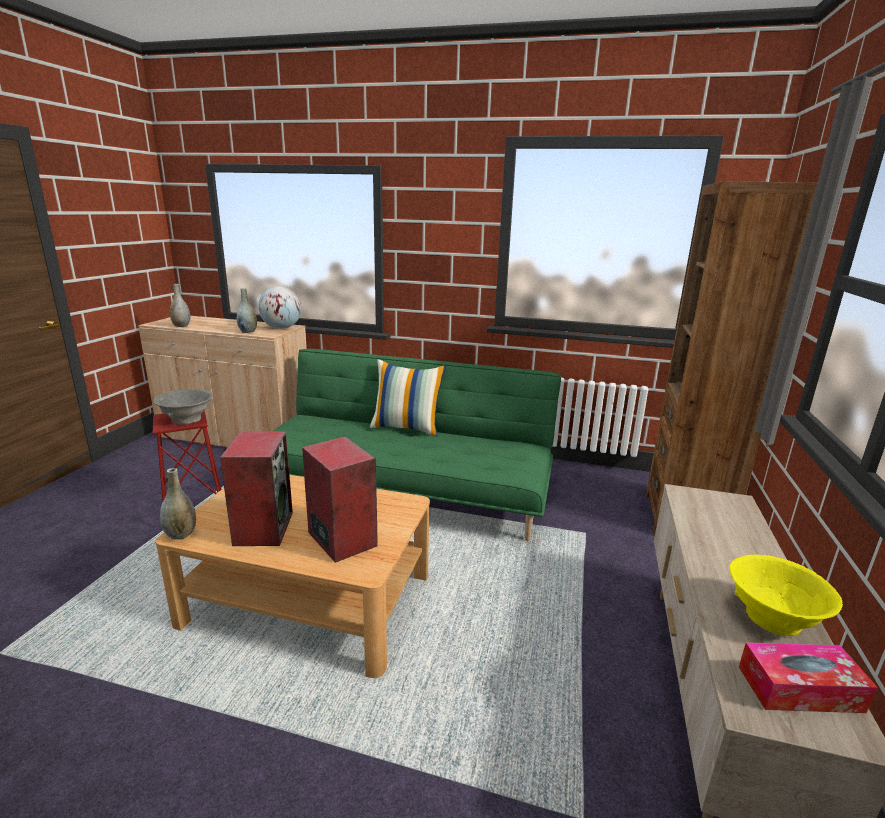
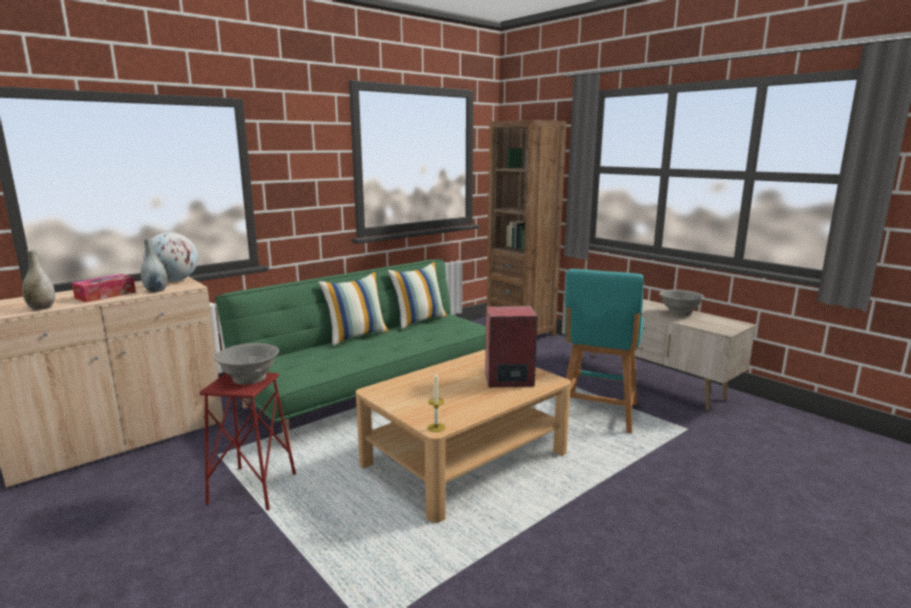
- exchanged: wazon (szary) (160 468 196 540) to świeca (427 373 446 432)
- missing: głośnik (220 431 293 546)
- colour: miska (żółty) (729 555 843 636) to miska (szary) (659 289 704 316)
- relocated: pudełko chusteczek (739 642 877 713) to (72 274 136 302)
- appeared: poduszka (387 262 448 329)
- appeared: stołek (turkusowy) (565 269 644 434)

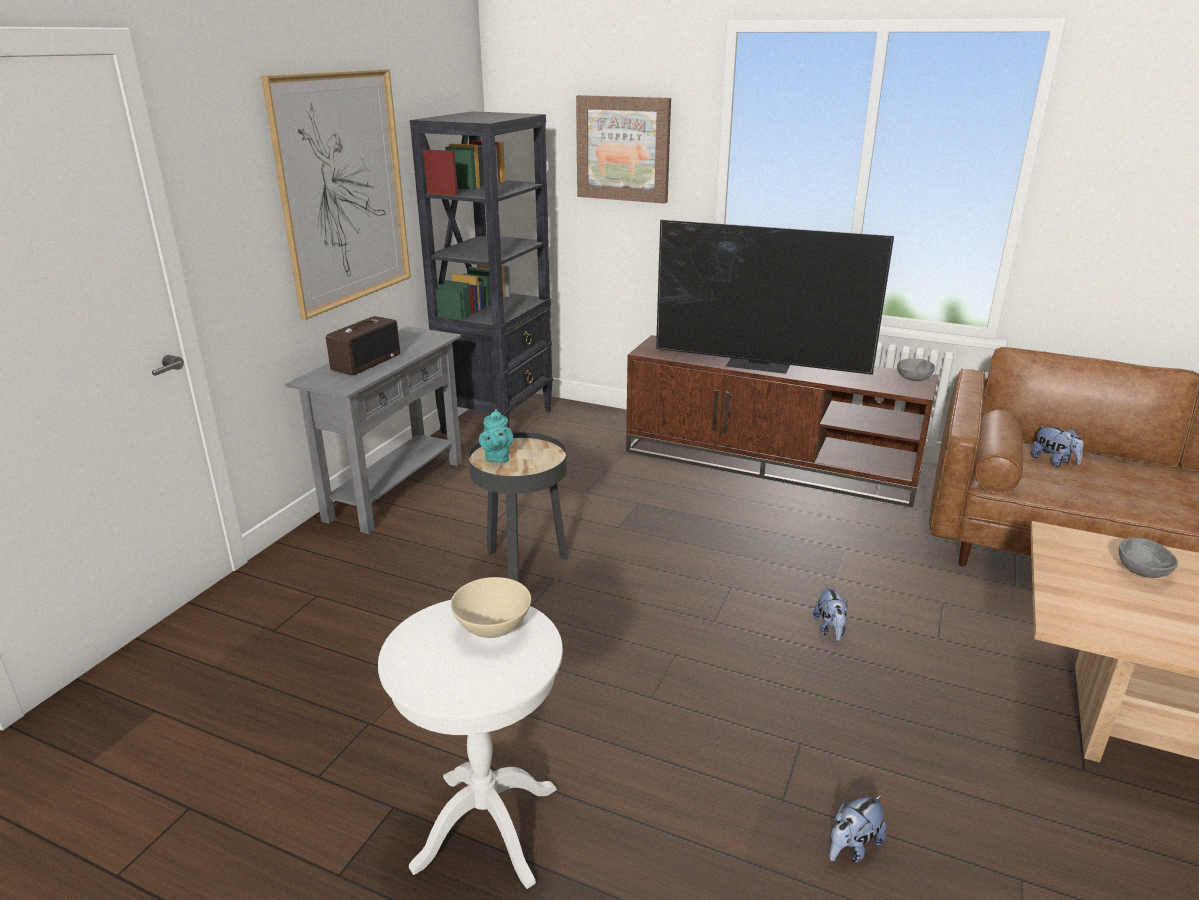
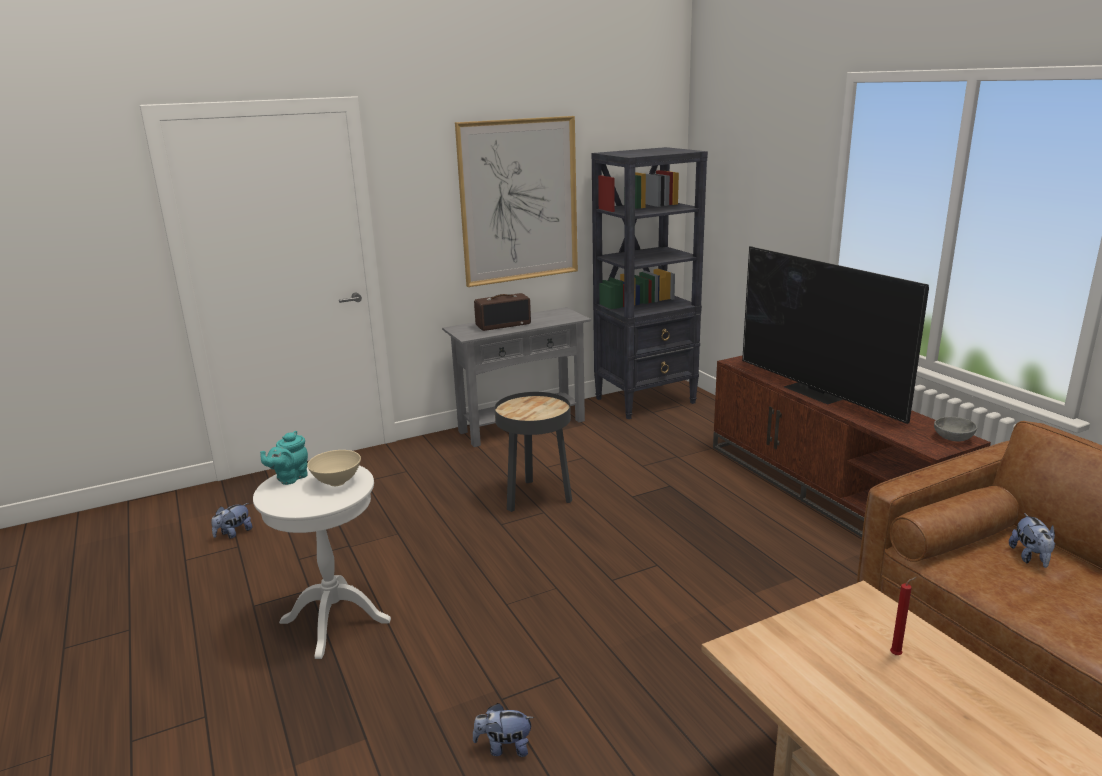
- relocated: imbryk (turkusowy) (479 409 513 464) to (260 431 308 485)
- missing: obraz (576 95 671 204)
- relocated: pluszak (813 586 848 641) to (211 503 252 539)
- exchanged: miska (szary) (1119 538 1178 578) to świeca (czerwony) (890 577 917 655)

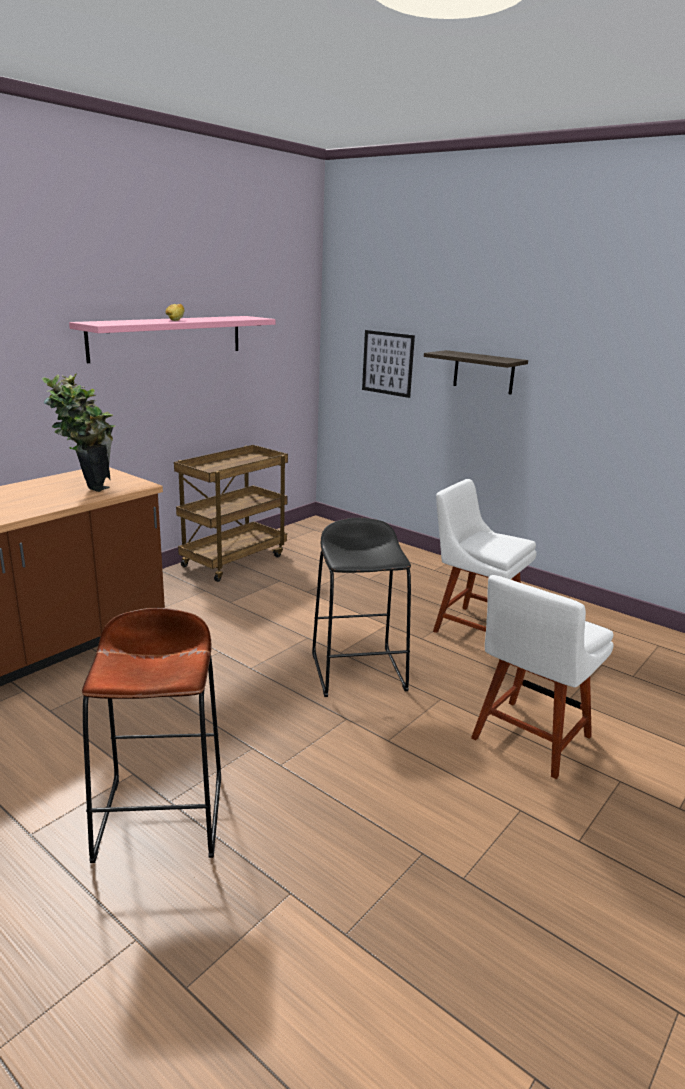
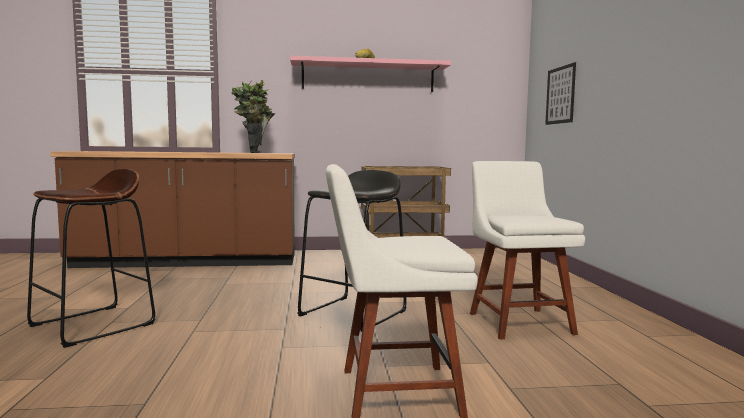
- missing: półka (424 350 528 395)

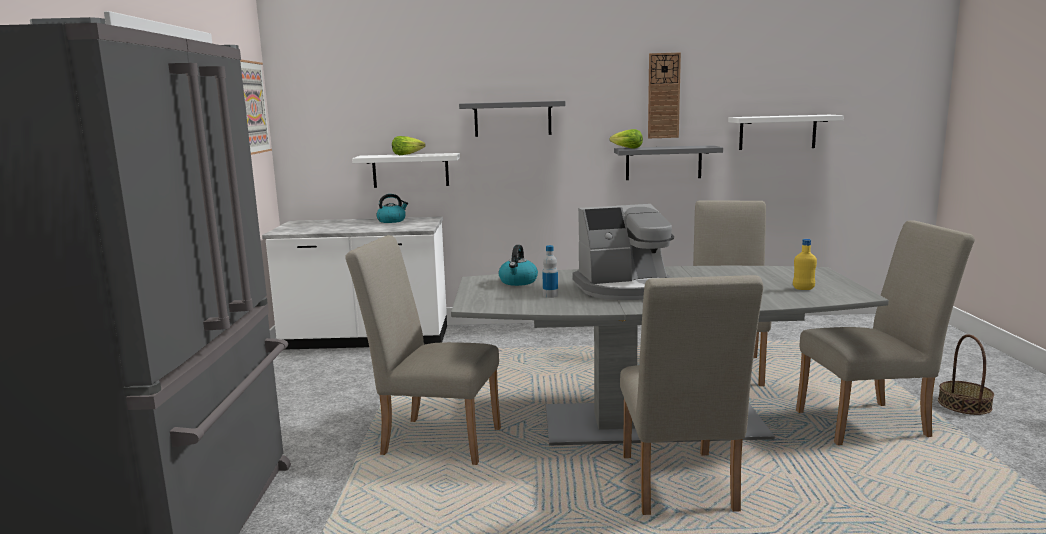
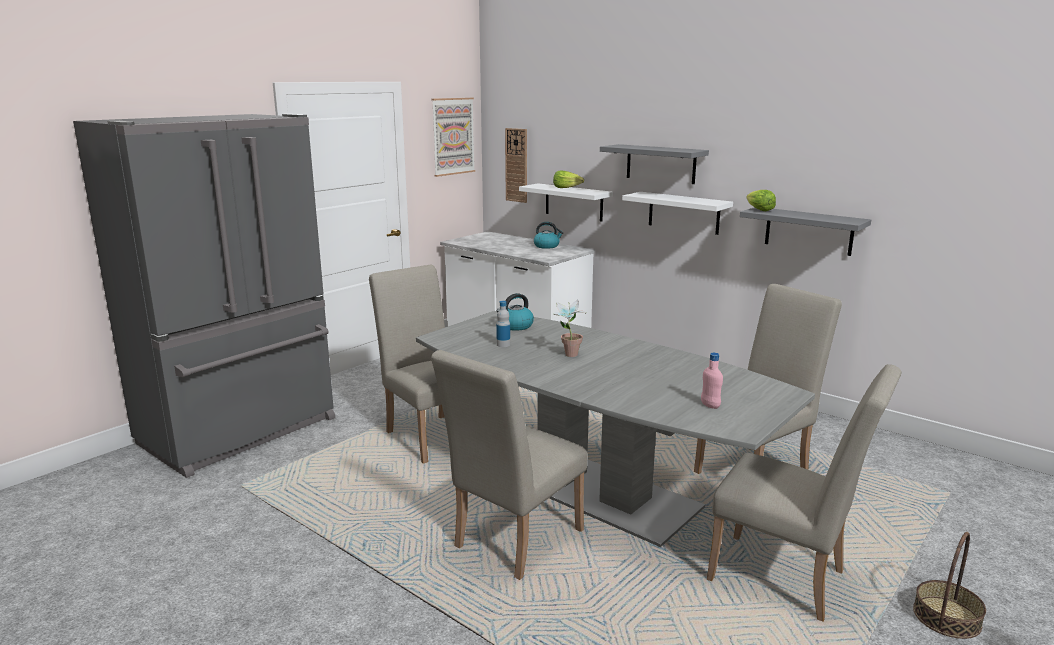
- exchanged: ekspres do kawy (572 204 674 300) to roślina doniczkowa (553 299 587 357)
- relocated: zegar ścienny (648 52 681 138) to (505 128 527 203)
- relocated: półka (biały) (728 115 844 150) to (622 192 733 235)
- colour: butelka (żółty) (793 239 817 290) to butelka (różowy) (701 353 723 409)

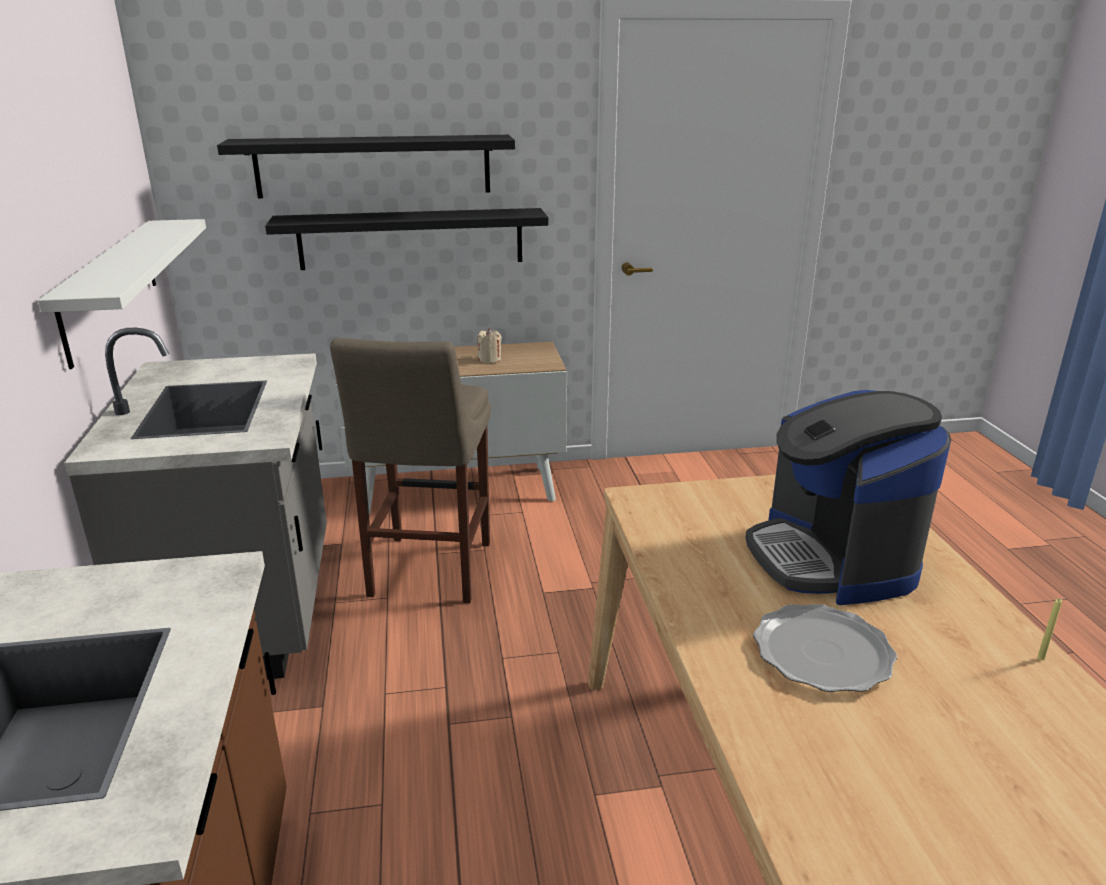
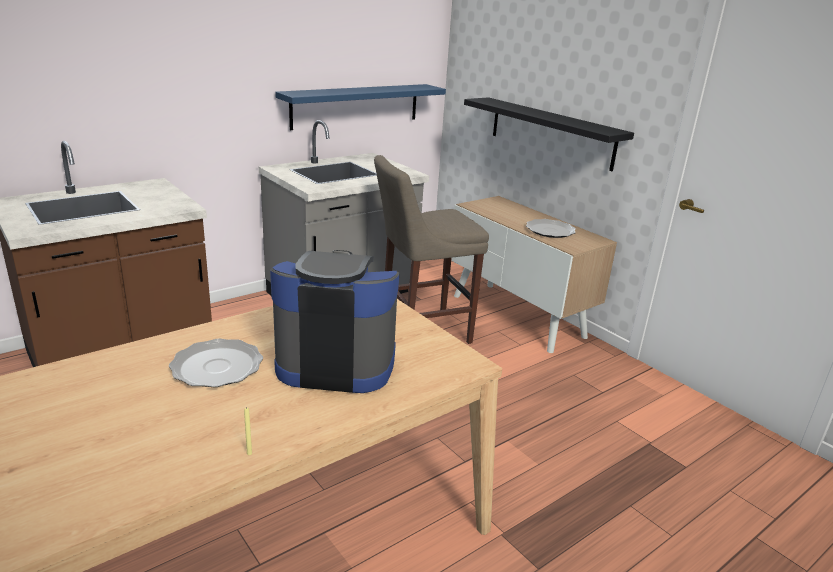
- colour: półka (biały) (38 219 206 369) to półka (niebieski) (275 84 446 130)
- missing: półka (czarny) (217 135 515 198)
- exchanged: świeca (beżowy) (477 328 502 363) to talerz (526 219 576 238)
- spun: ekspres do kawy (745 390 951 605) = (270 250 399 393) 45 degrees clockwise

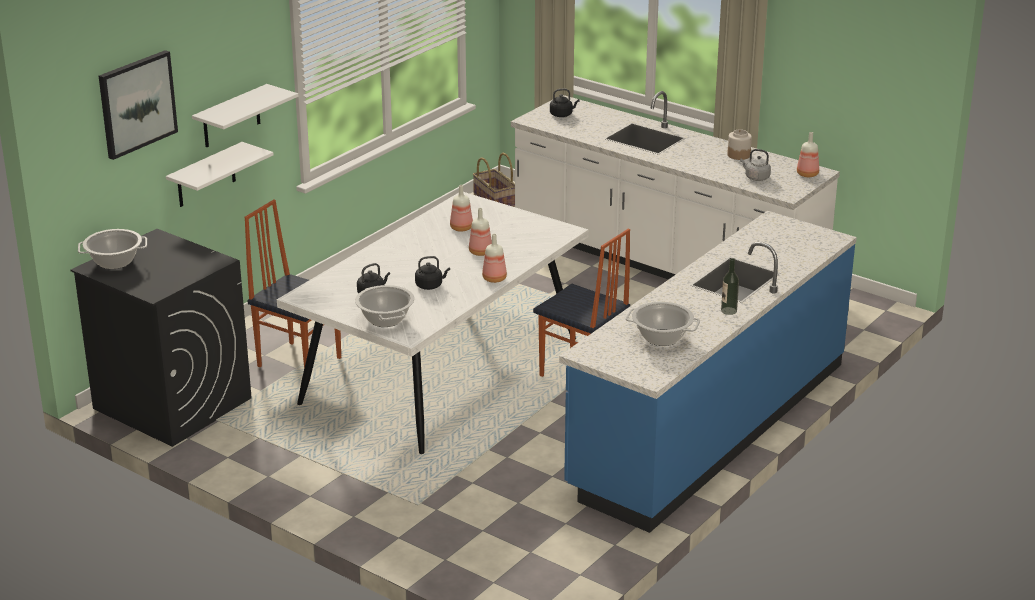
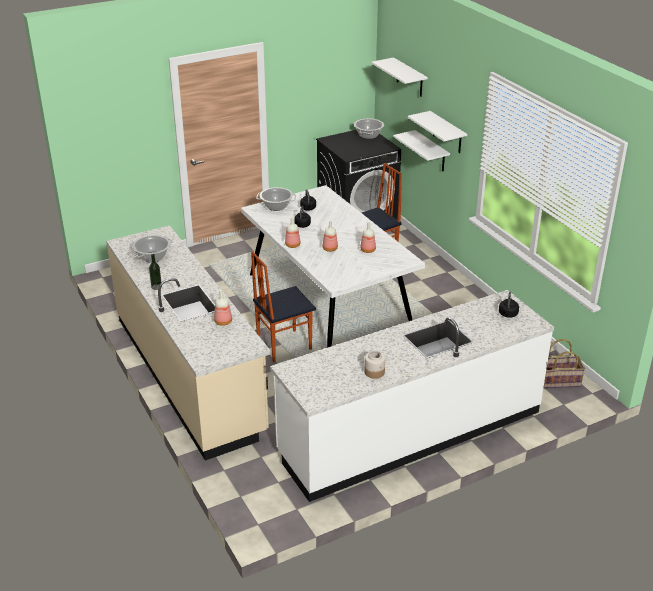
- exchanged: obraz (99 50 178 160) to półka (biały) (372 57 428 97)
- colour: zabudowa kuchenna (niebieski) (559 211 857 533) to zabudowa kuchenna (beżowy) (106 225 271 461)
- missing: czajnik (szary) (740 149 771 181)
- relocated: butelka (797 132 819 177) to (214 291 232 326)

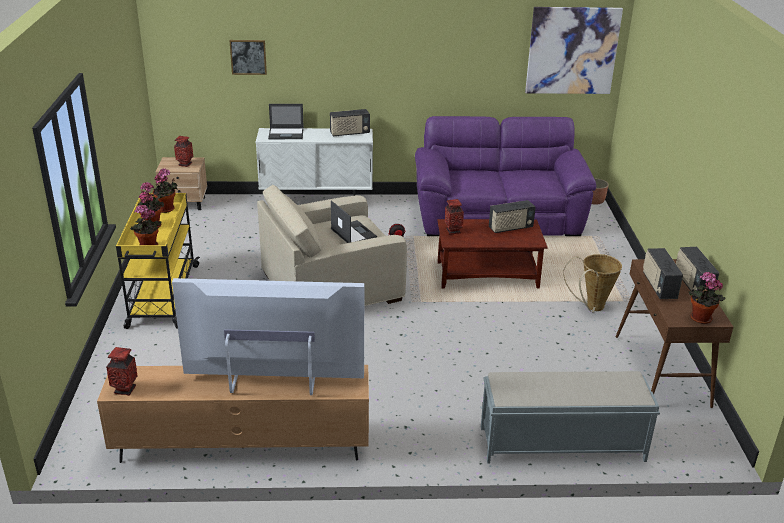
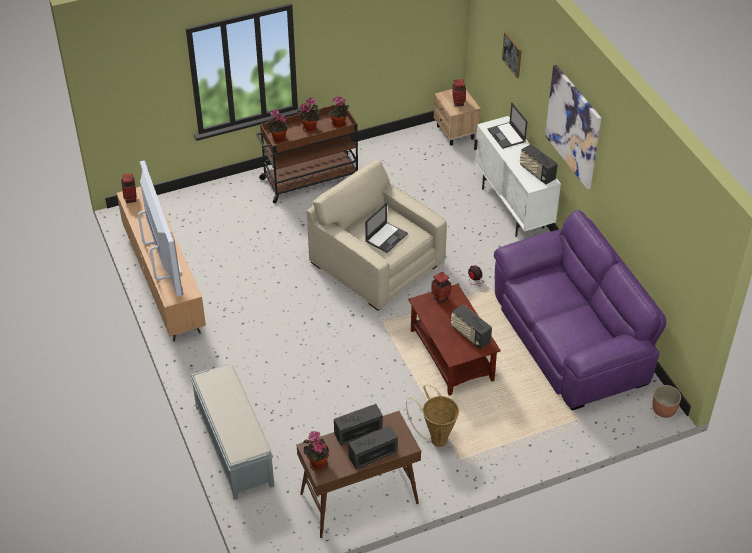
- colour: wózek (żółty) (116 193 200 329) to wózek (brązowy) (256 104 358 203)
- relocated: obraz (525 7 623 94) to (545 65 601 189)

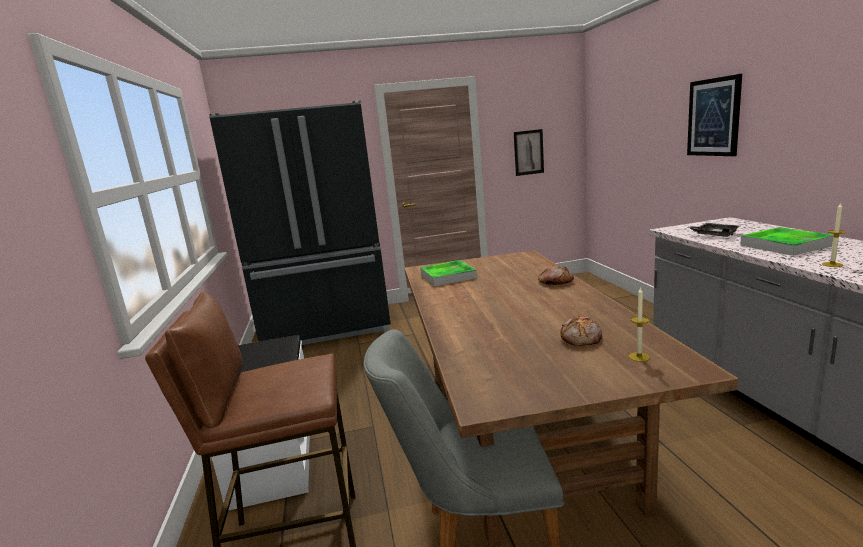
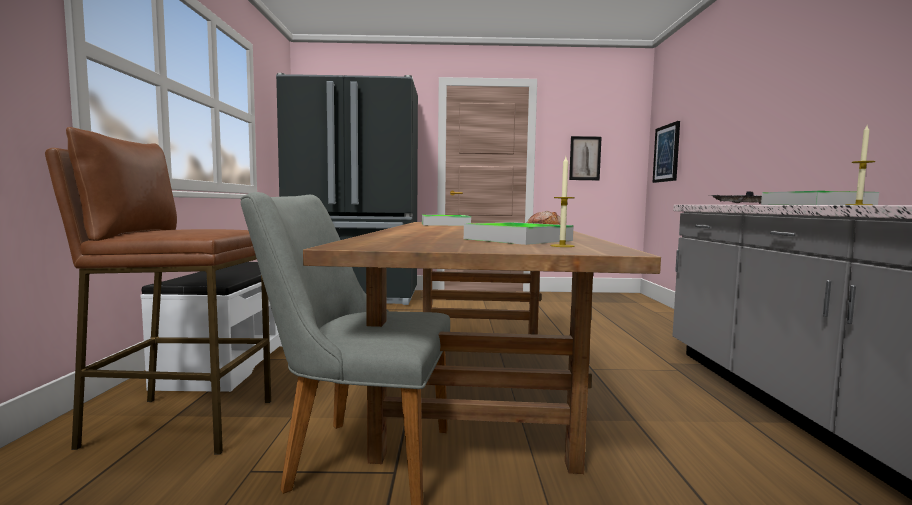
- exchanged: chleb (560 316 602 346) to taca (464 222 573 245)
- relocated: obraz (687 74 742 156) to (652 121 680 183)

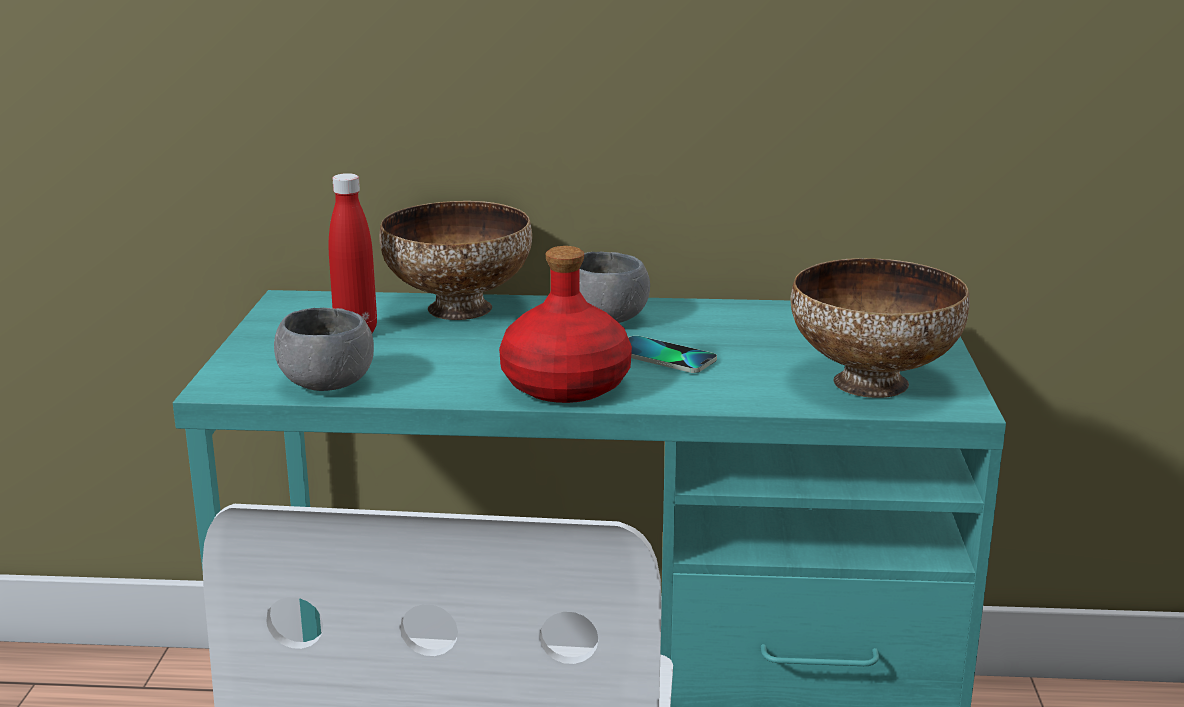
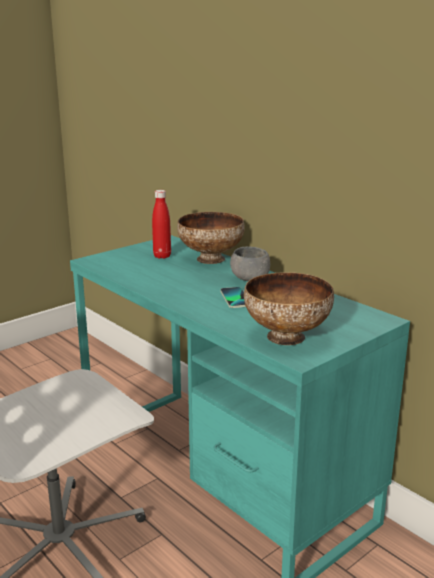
- missing: miska (szary) (274 308 374 391)
- missing: butelka (czerwony) (499 246 632 403)

